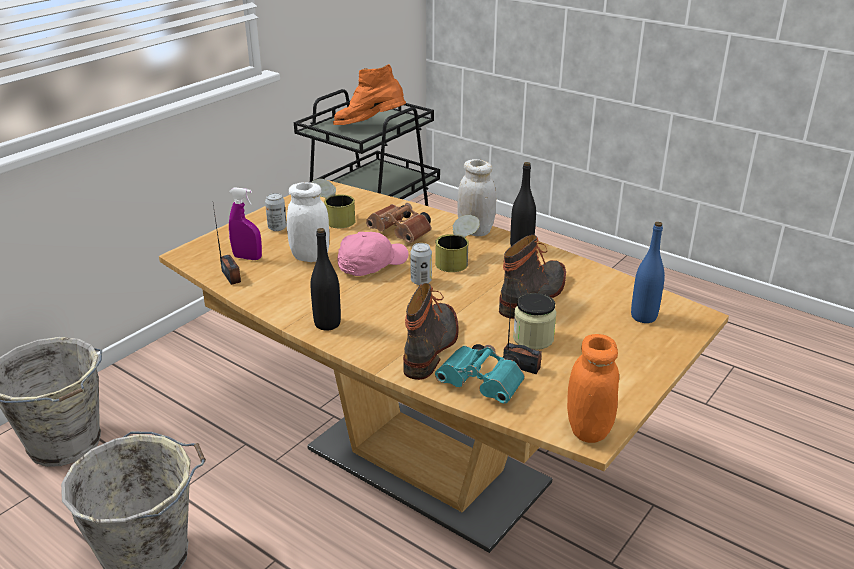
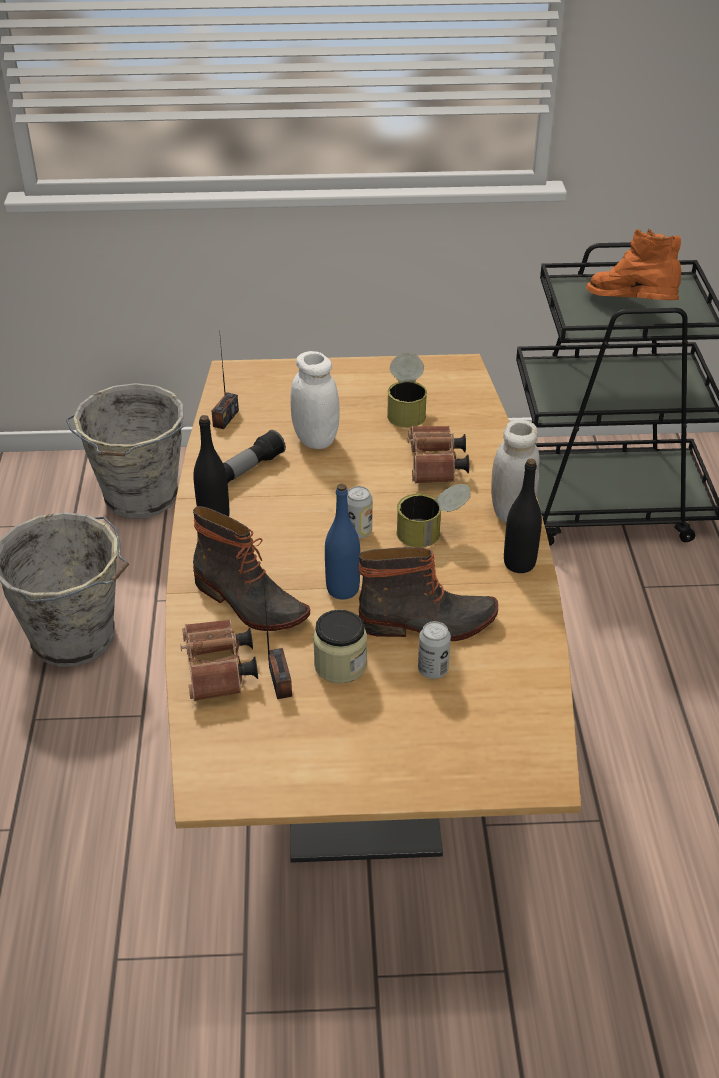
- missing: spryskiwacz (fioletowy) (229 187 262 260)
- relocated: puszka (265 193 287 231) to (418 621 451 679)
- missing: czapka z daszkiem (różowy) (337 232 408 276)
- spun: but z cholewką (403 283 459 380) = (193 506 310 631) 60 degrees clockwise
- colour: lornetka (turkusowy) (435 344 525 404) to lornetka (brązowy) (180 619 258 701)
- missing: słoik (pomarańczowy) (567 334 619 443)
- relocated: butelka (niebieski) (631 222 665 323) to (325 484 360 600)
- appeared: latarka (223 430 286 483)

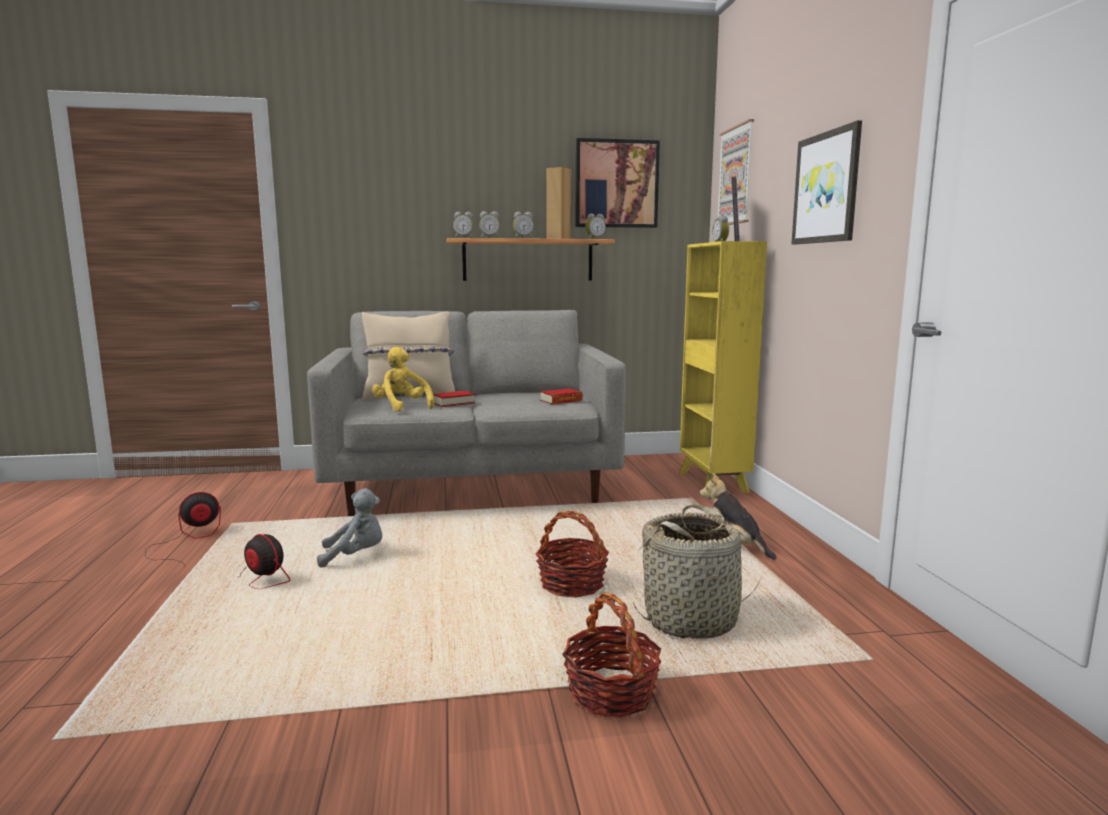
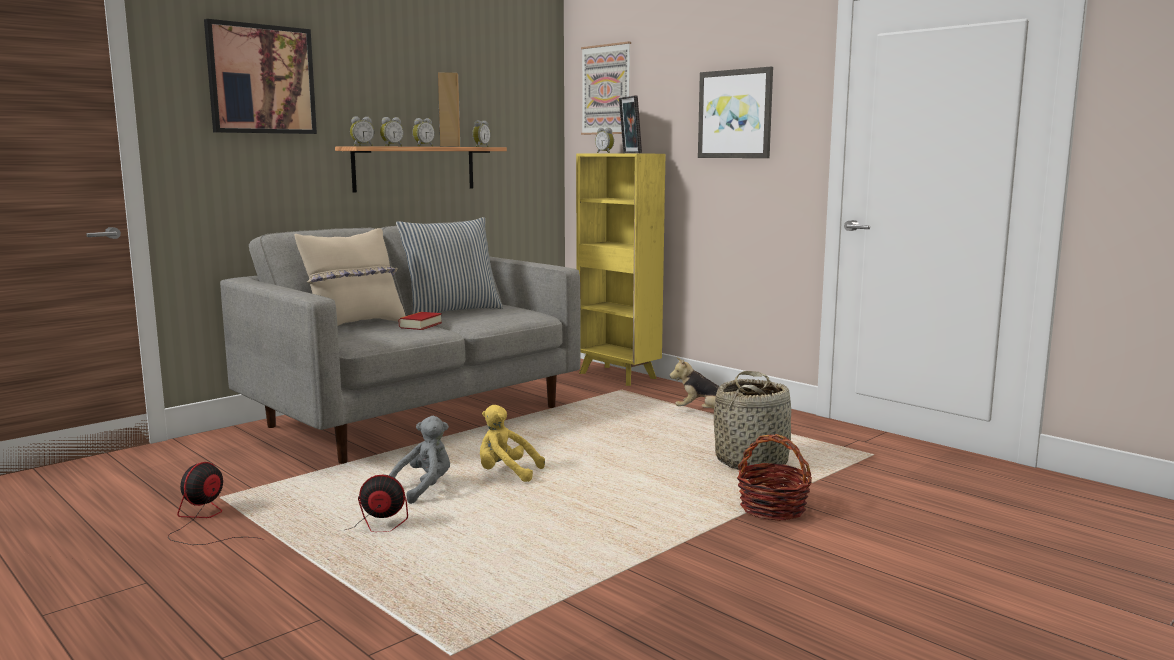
- relocated: pluszak (żółty) (372 347 434 412) to (480 405 545 482)
- missing: koszyk (535 511 609 597)
- missing: książka (540 388 583 404)
- relocated: obraz (575 138 660 228) to (204 19 317 134)
- appeared: poduszka (396 217 503 314)

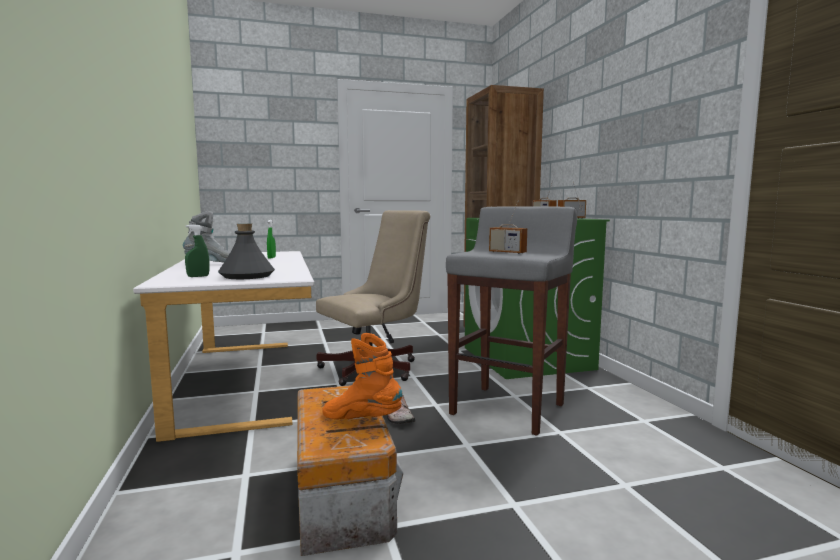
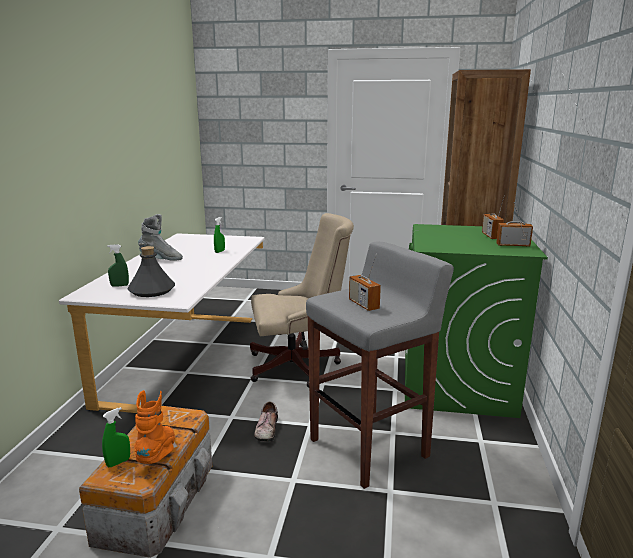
- spun: but z cholewką (pomarańczowy) (322 333 403 419) = (134 390 175 464) 45 degrees clockwise
- appeared: spryskiwacz (zielony) (102 407 130 467)

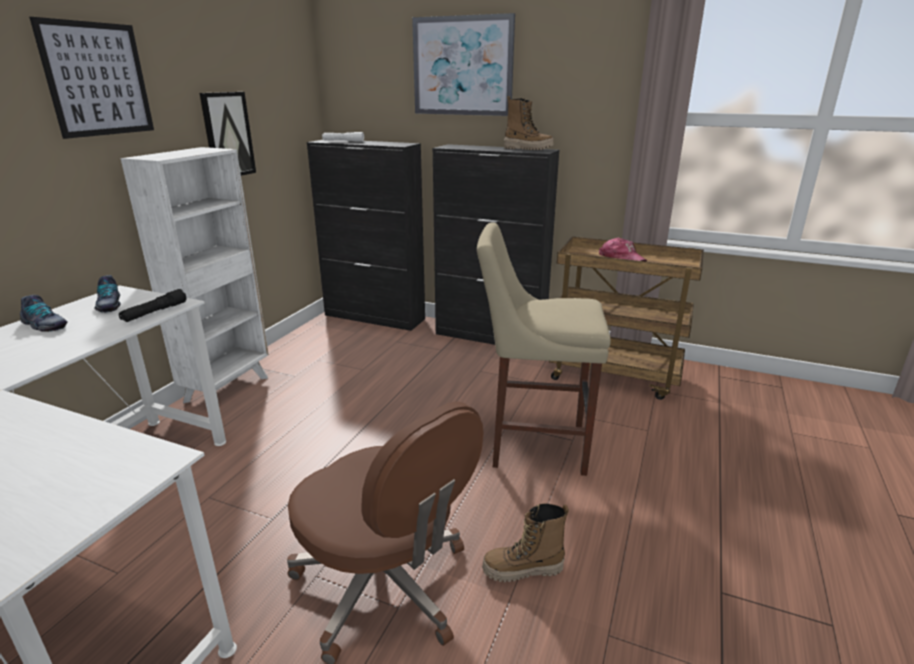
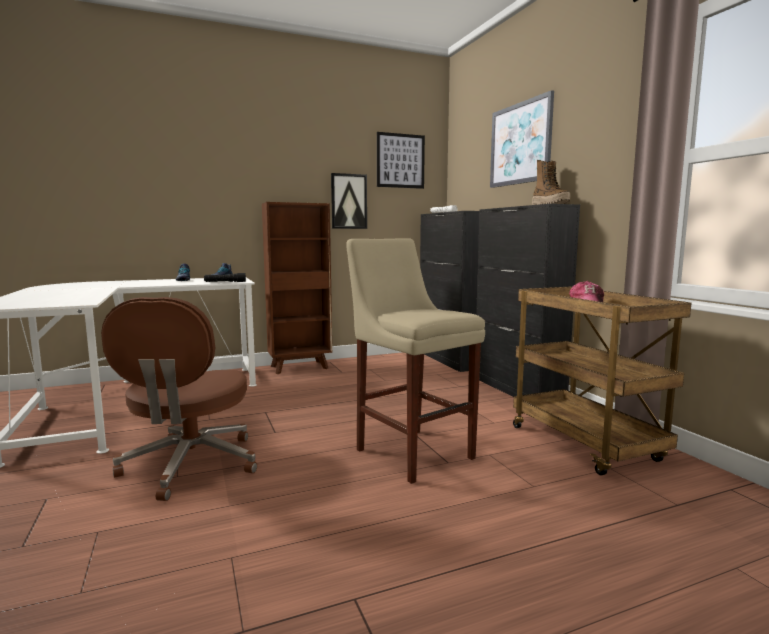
- relocated: obraz (29 17 154 139) to (377 132 425 189)
- colour: regał (biały) (120 147 269 409) to regał (brązowy) (262 202 332 374)
- missing: but z cholewką (482 503 569 582)

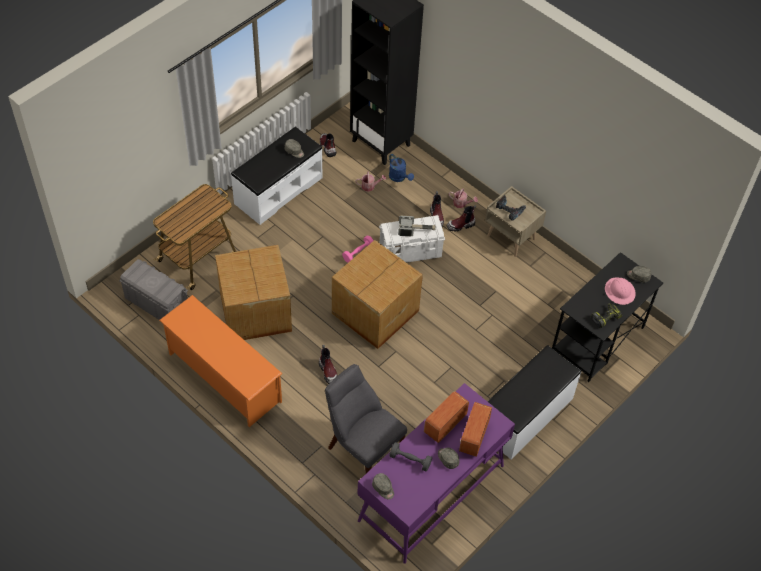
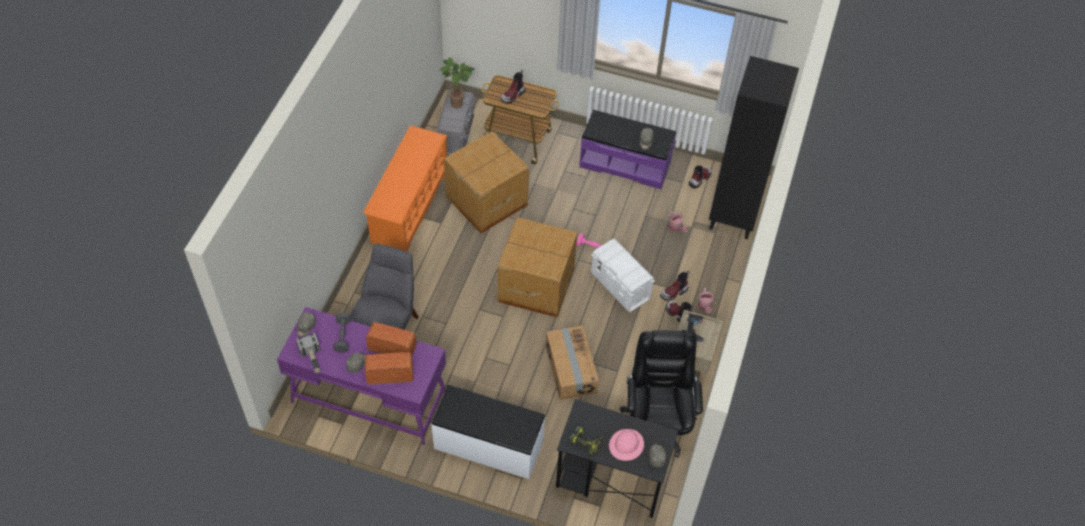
- colour: ławka (biały) (231 127 323 225) to ławka (fioletowy) (579 110 676 189)
- relocated: but z cholewką (319 345 338 384) to (501 70 525 104)
- missing: konewka (niebieski) (389 154 414 182)
- relocated: młotek (398 216 436 236) to (296 333 321 373)
- appeared: roślina doniczkowa (439 57 475 108)
- appeared: karton (546 326 599 400)
- appeared: krzesło biurowe (czarny) (620 330 703 457)

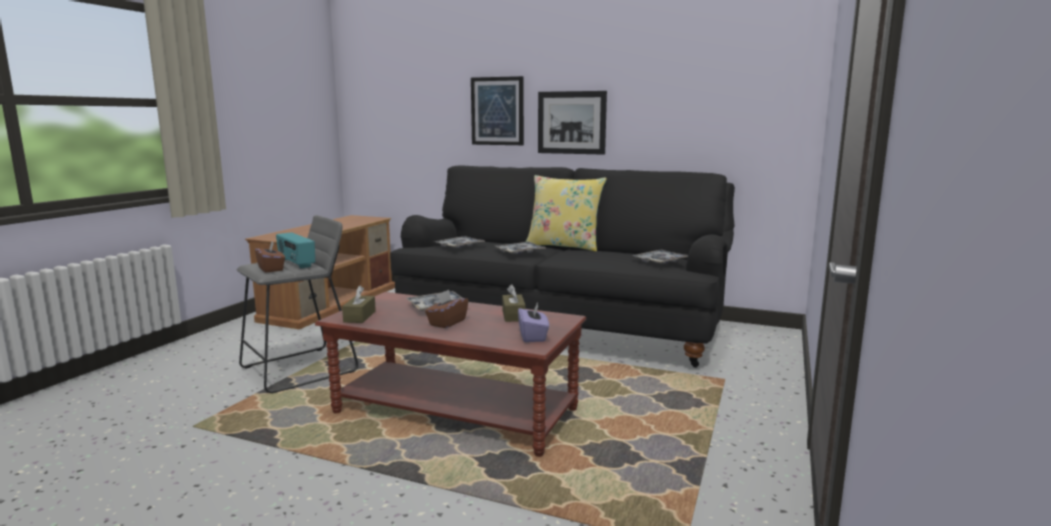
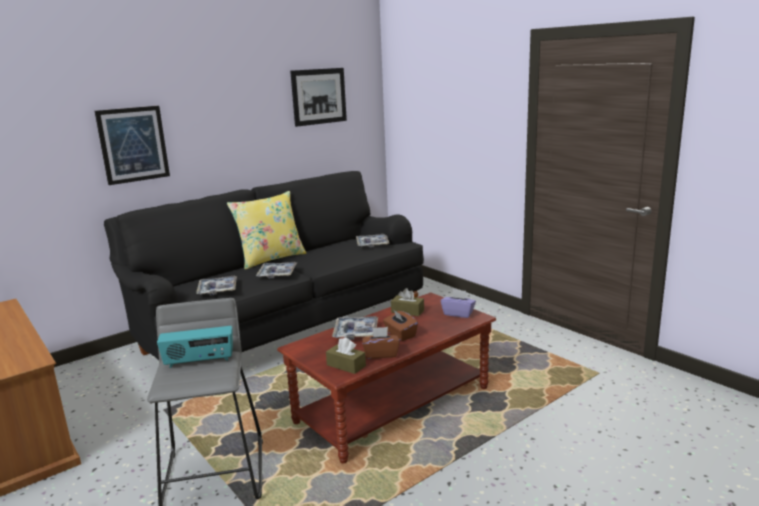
- relocated: pudełko chusteczek (brązowy) (255 242 285 273) to (362 327 400 359)
- relocated: obraz (538 91 607 155) to (290 68 347 127)

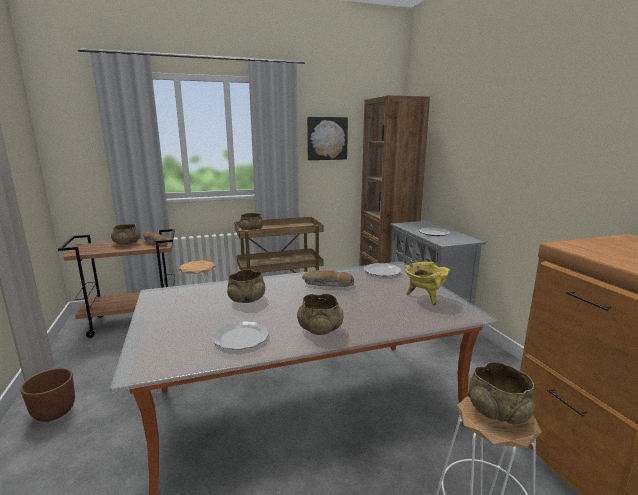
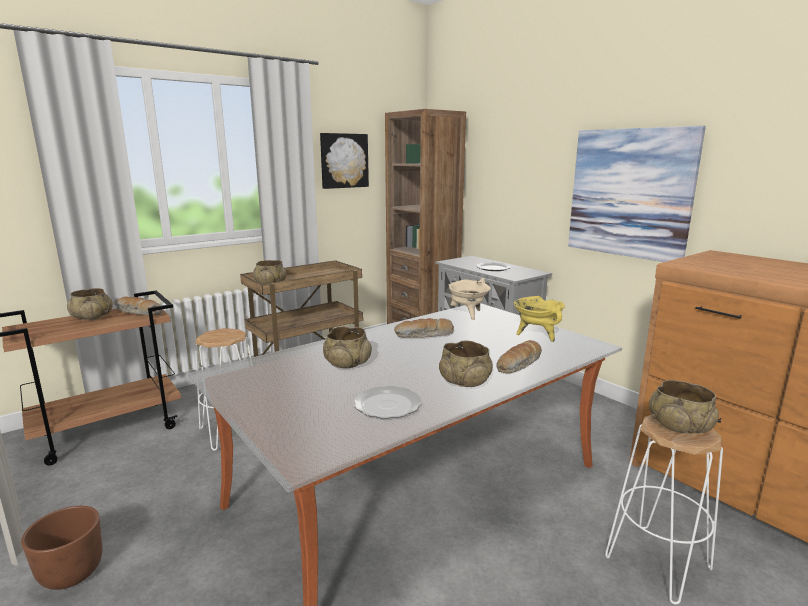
- exchanged: talerz (364 263 402 276) to garnek (beżowy) (449 278 491 320)
- appeared: chleb (496 340 542 374)
- appeared: obraz (568 126 706 262)

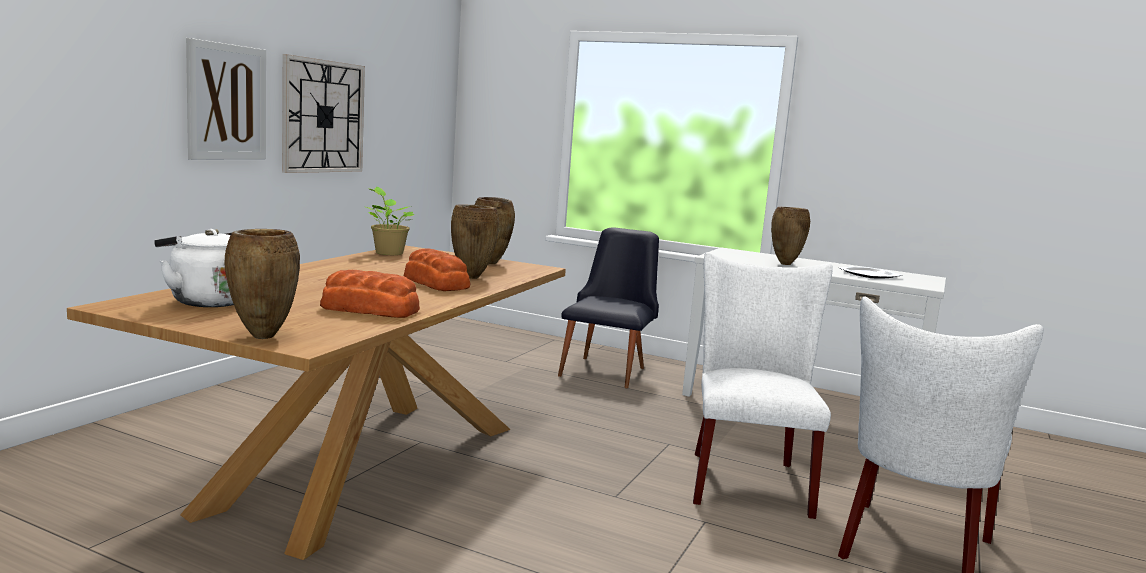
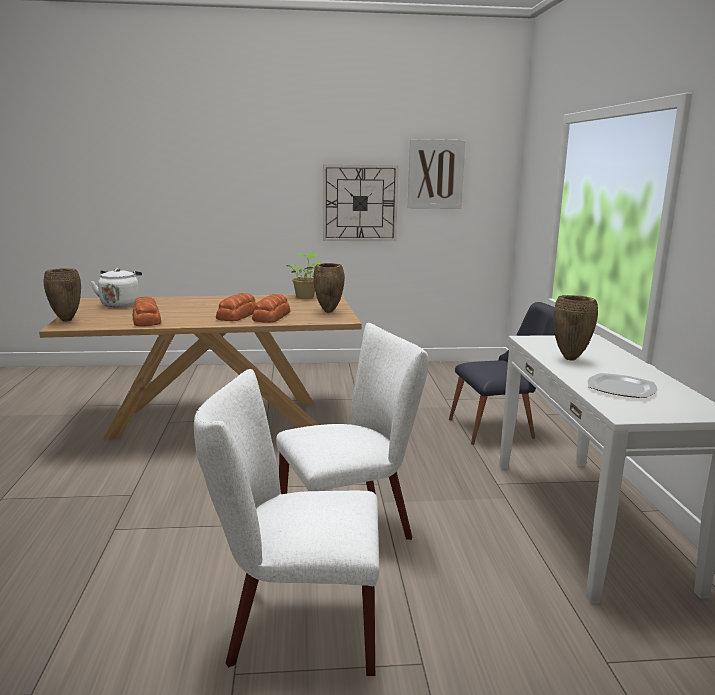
- relocated: obraz (186 38 266 160) to (408 139 465 209)
- exchanged: wazon (brązowy) (451 204 499 279) to chleb (252 294 290 322)

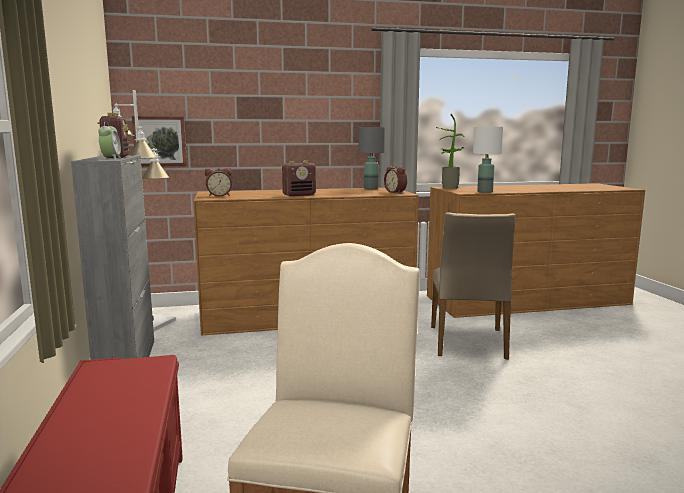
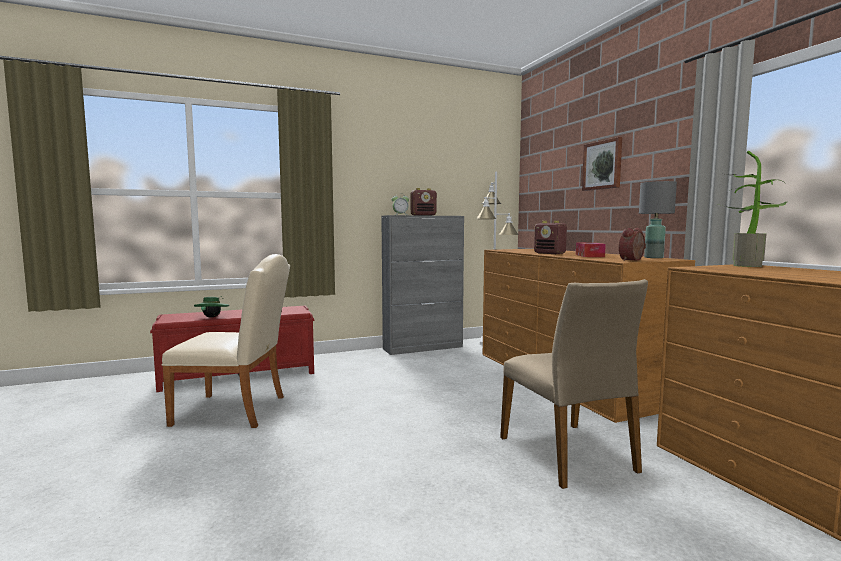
- relocated: obraz (132 116 187 167) to (582 137 622 191)
- missing: budzik (205 168 232 197)
- spun: krzesło (beżowy) (431 213 515 359) = (500 279 648 489) 105 degrees counterclockwise
- missing: lampa stołowa (biały) (473 127 503 193)
- appeared: kapelusz (zielony) (194 296 229 318)
- appeared: pudełko chusteczek (576 243 606 257)

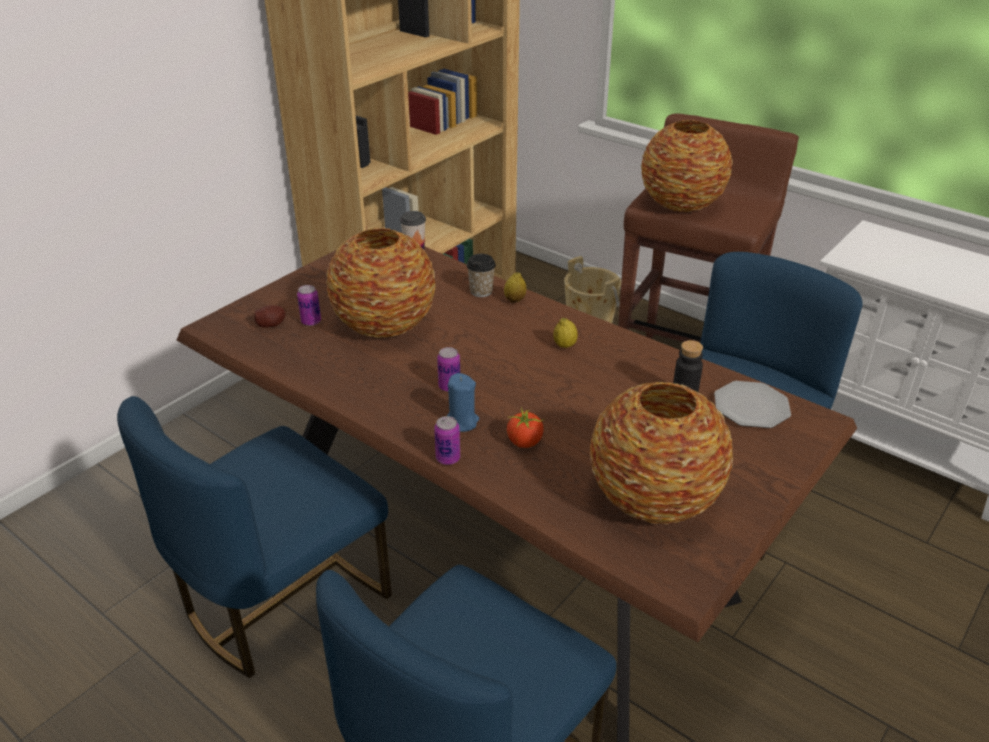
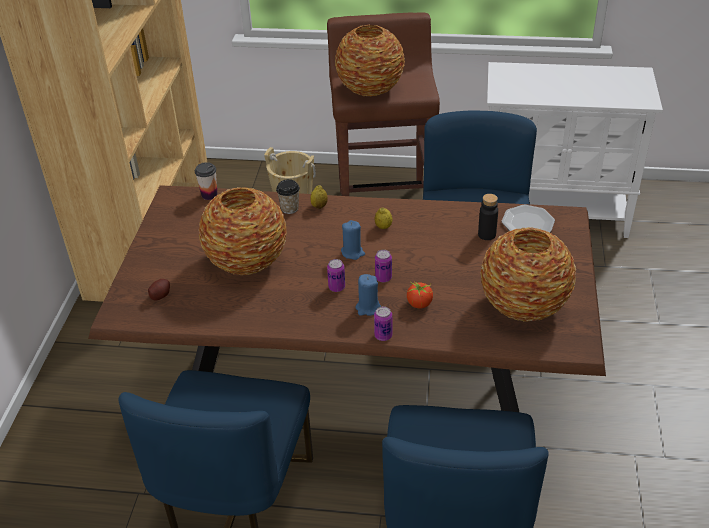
- relocated: puszka (297 285 321 326) to (375 250 392 282)
- appeared: świeca (niebieski) (341 220 365 260)

